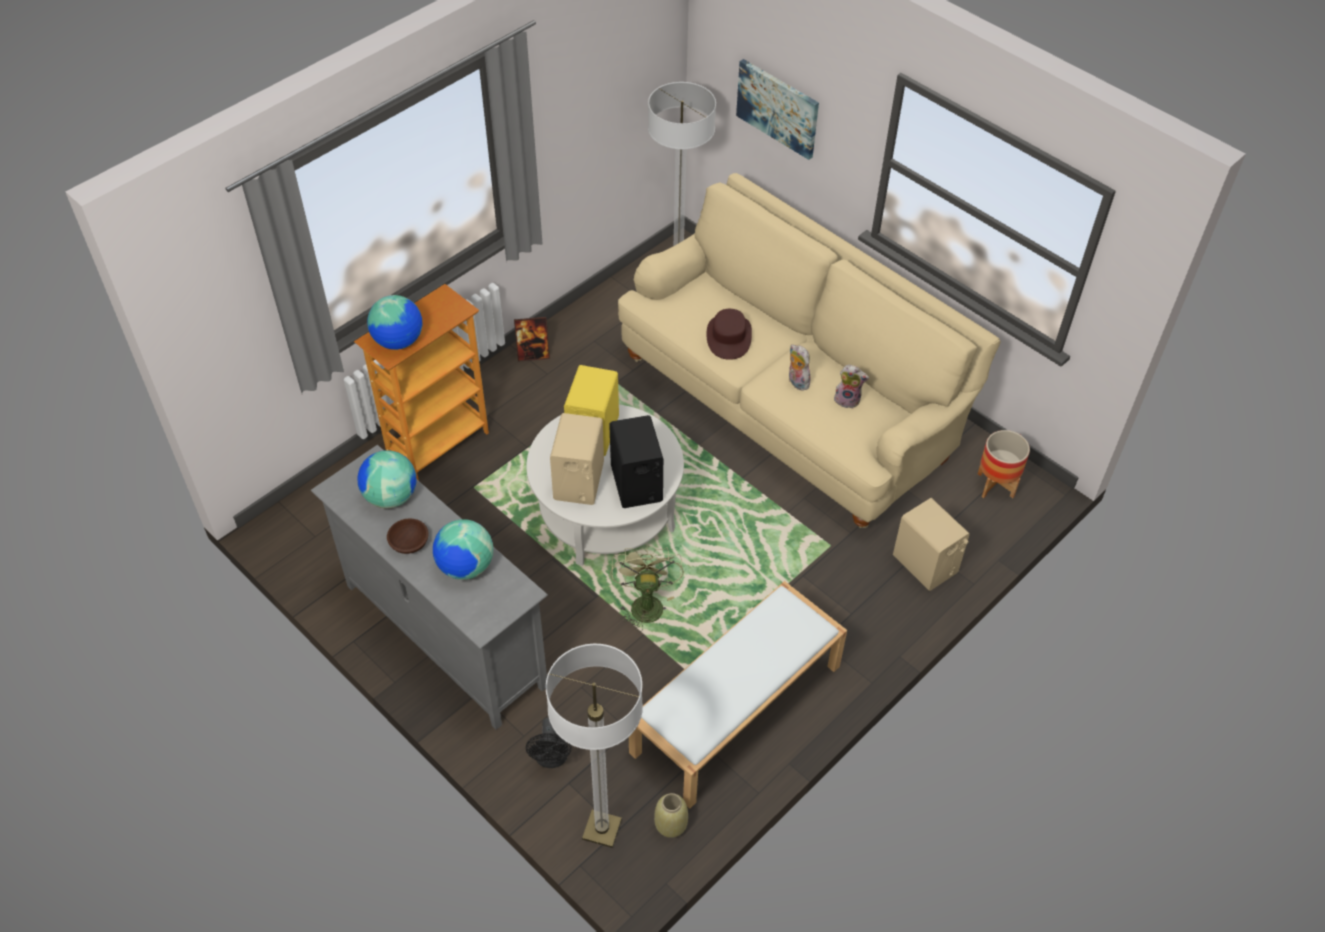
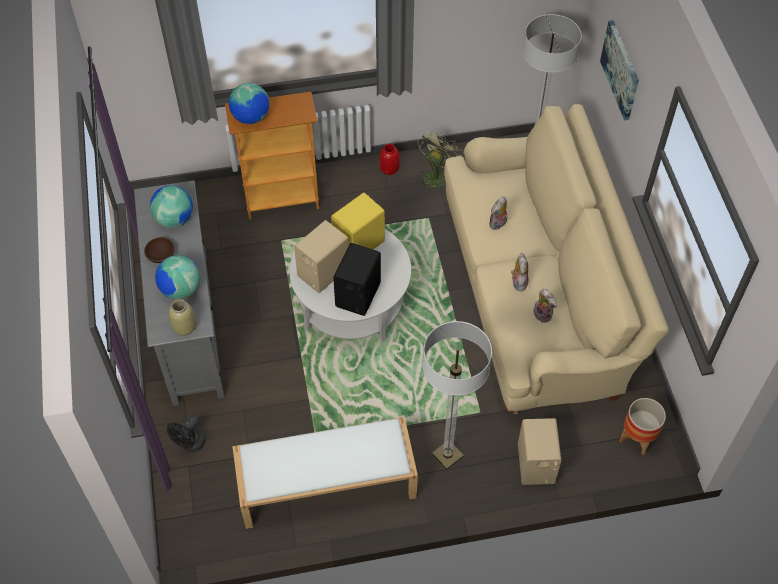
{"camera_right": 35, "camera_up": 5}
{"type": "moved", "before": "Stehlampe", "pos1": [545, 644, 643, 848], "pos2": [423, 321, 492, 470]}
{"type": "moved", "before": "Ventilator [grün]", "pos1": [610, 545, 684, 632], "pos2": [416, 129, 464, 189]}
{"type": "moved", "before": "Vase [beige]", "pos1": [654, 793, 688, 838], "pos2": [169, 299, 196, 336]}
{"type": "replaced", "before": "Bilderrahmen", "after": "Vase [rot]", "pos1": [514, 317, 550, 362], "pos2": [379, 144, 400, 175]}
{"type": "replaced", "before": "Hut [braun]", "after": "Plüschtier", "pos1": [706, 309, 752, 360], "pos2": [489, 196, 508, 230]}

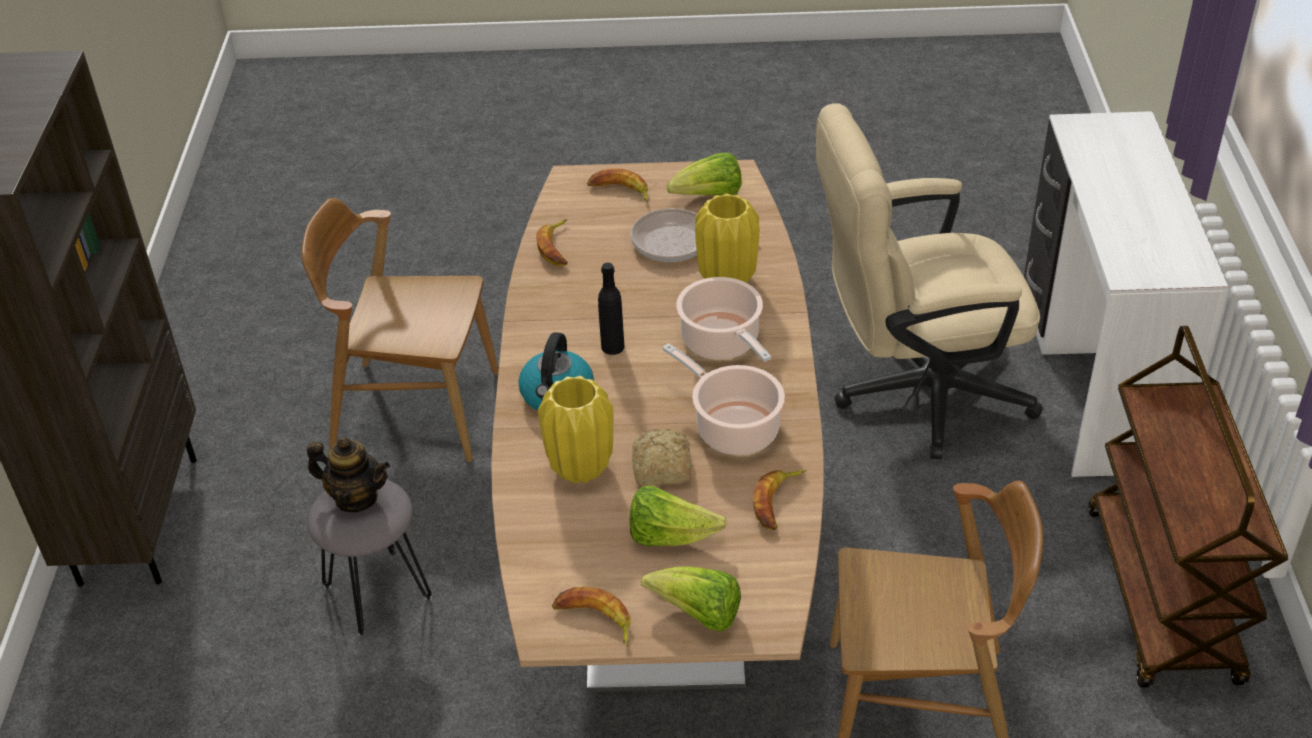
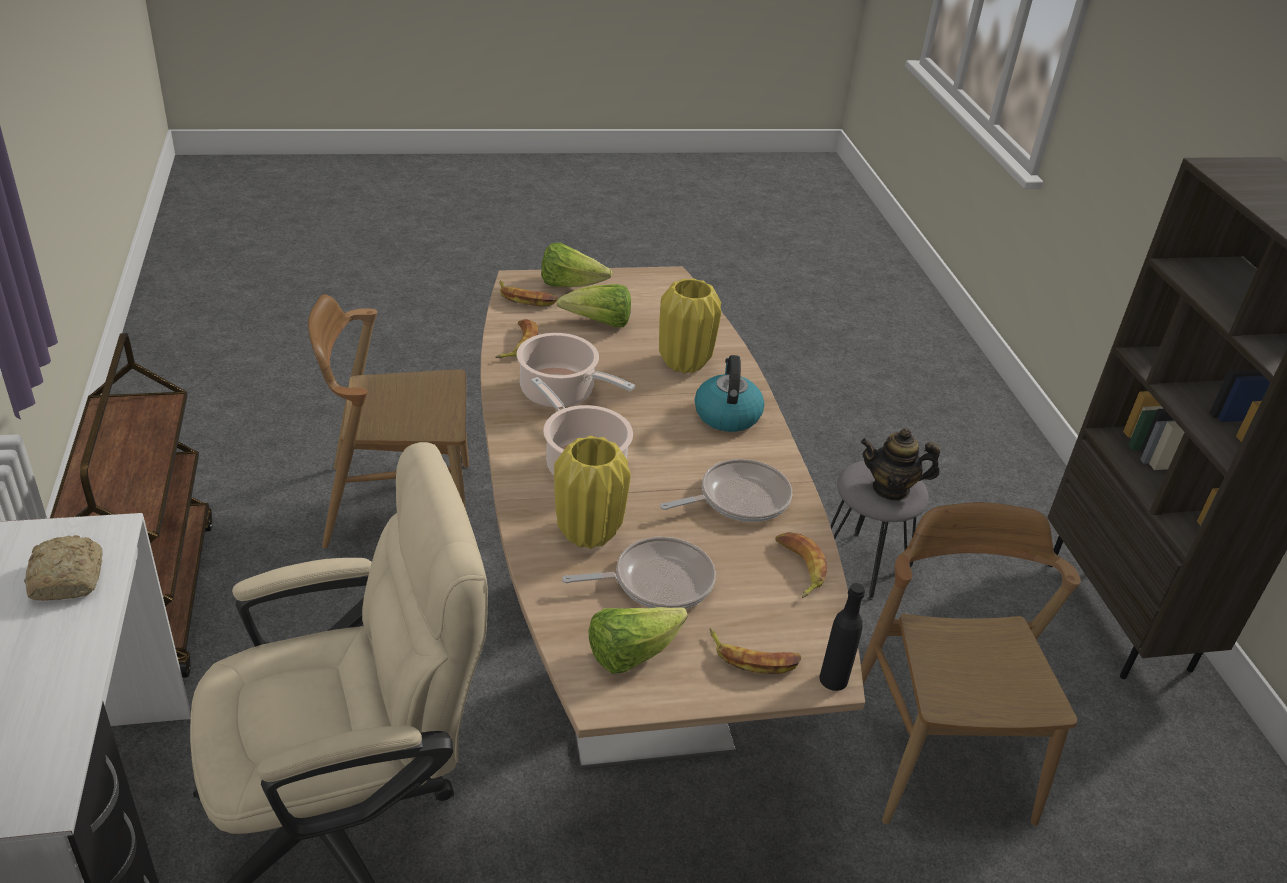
{"camera_right": 165, "camera_up": -5}
{"type": "added", "after": "Pfanne", "pos2": [660, 459, 792, 522]}
{"type": "moved", "before": "Banane", "pos1": [552, 587, 631, 647], "pos2": [499, 280, 558, 306]}
{"type": "moved", "before": "Flasche [schwarz]", "pos1": [598, 263, 625, 355], "pos2": [819, 583, 865, 691]}
{"type": "moved", "before": "Brot", "pos1": [632, 429, 692, 486], "pos2": [24, 535, 103, 601]}
{"type": "turned", "before": "Stuhl [braun]", "pos1": [301, 198, 499, 462], "pos2": [861, 502, 1081, 826], "turn": -90}

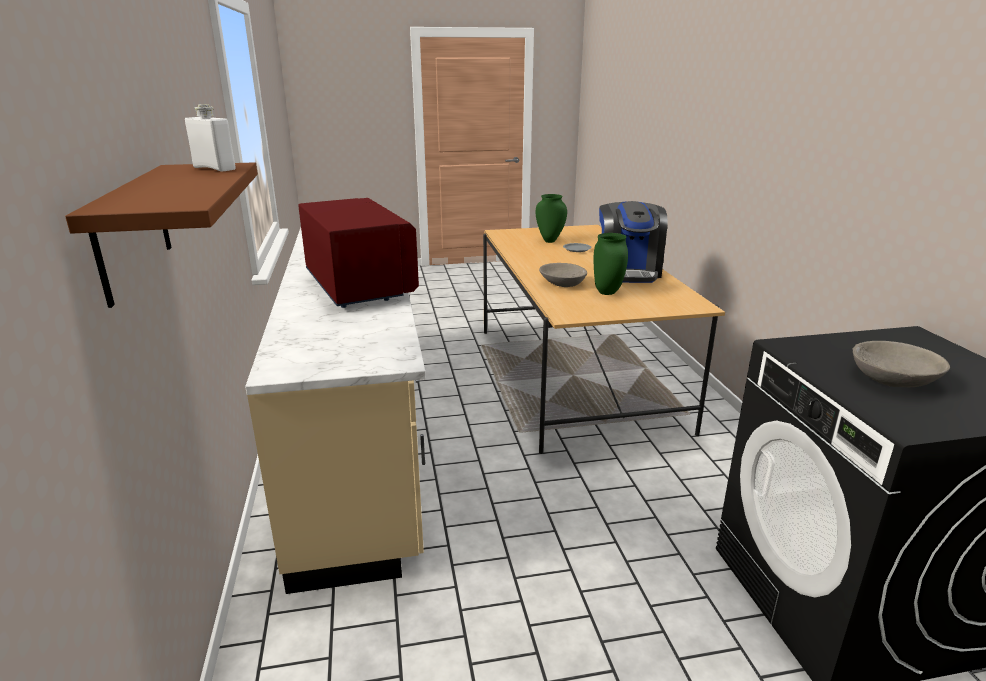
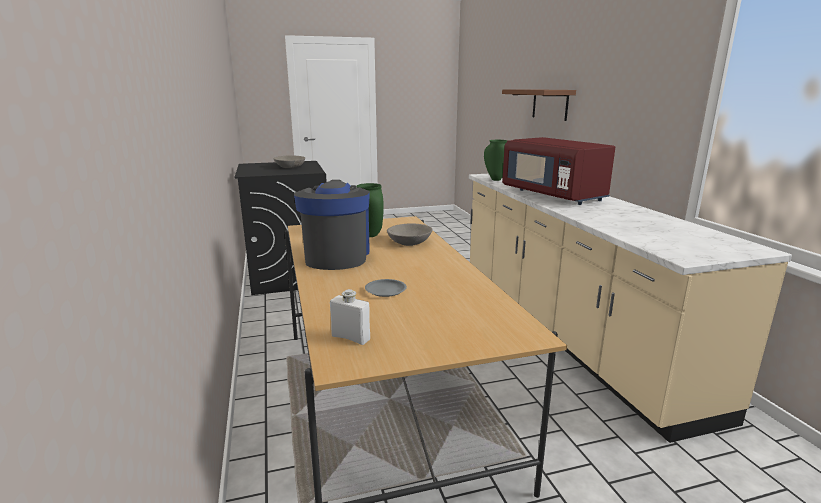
{"camera_right": 175, "camera_up": -5}
{"type": "moved", "before": "Flasche [weiß]", "pos1": [185, 104, 236, 172], "pos2": [330, 289, 370, 345]}
{"type": "moved", "before": "Vase [grün]", "pos1": [536, 194, 567, 243], "pos2": [484, 140, 508, 181]}

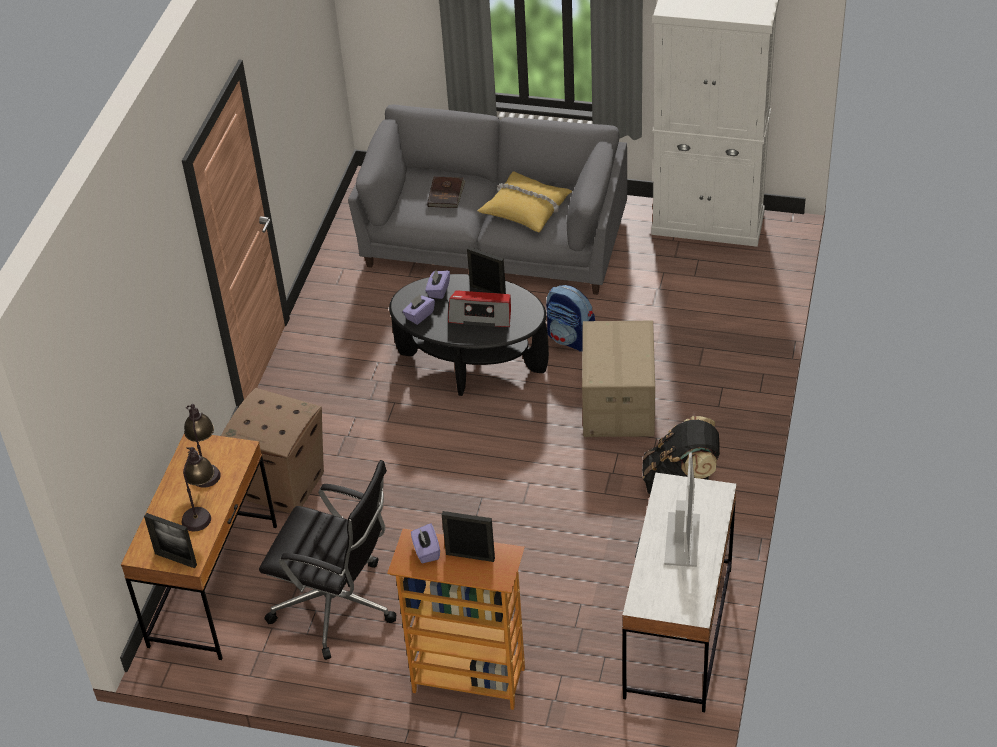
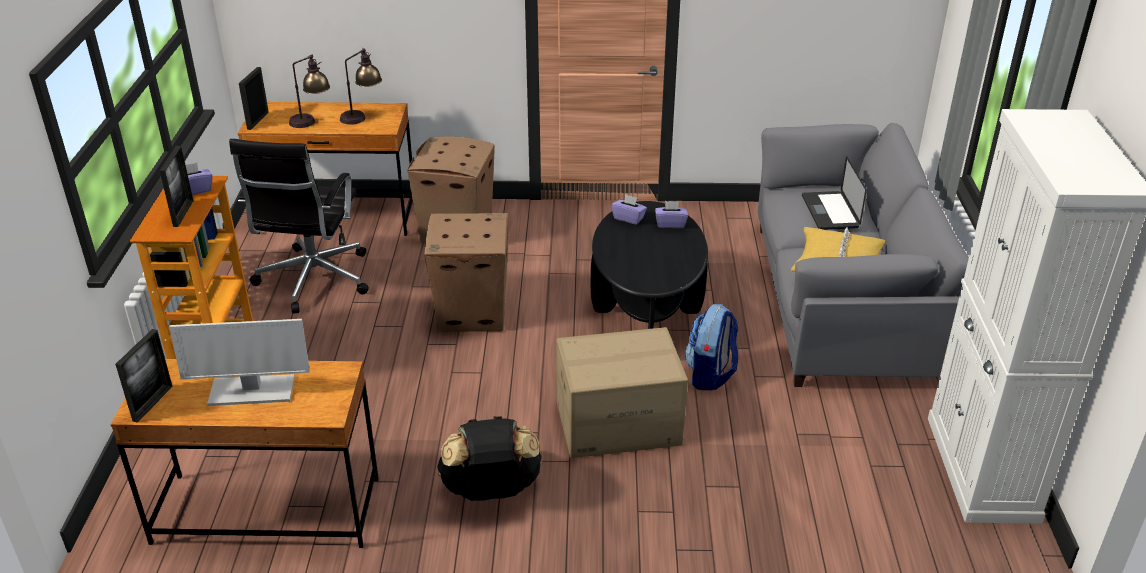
{"camera_right": 75, "camera_up": -10}
{"type": "removed", "before": "Radio", "pos1": [448, 290, 511, 327]}
{"type": "added", "after": "Karton", "pos2": [424, 213, 508, 332]}
{"type": "moved", "before": "Bilderrahmen", "pos1": [467, 247, 506, 294], "pos2": [115, 329, 173, 423]}
{"type": "replaced", "before": "Buch [braun]", "after": "Laptop", "pos1": [427, 177, 466, 208], "pos2": [802, 156, 867, 230]}
{"type": "recoloured", "before": "Schreibtisch [weiß]", "after": "Schreibtisch [braun]", "pos1": [622, 472, 737, 712], "pos2": [111, 359, 379, 548]}

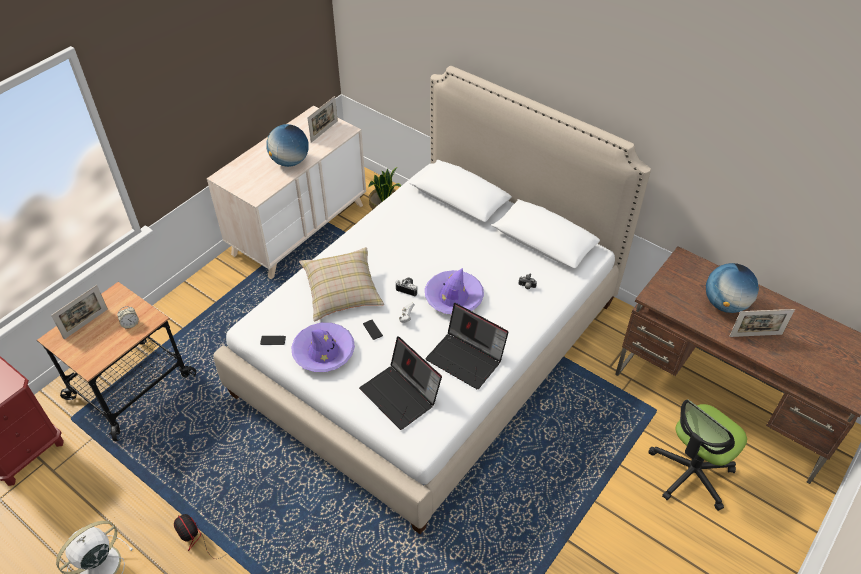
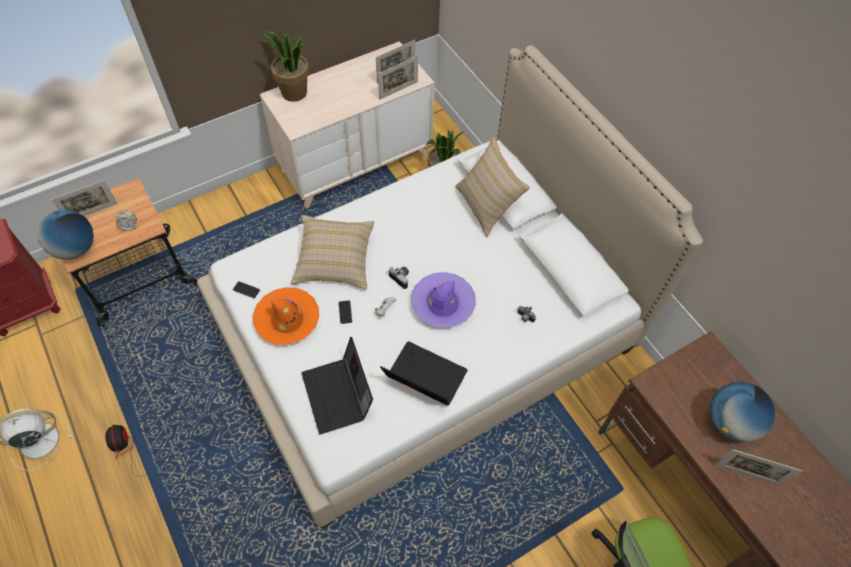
{"camera_right": 20, "camera_up": 10}
{"type": "added", "after": "Topfpflanze", "pos2": [259, 32, 309, 102]}
{"type": "added", "after": "Bilderrahmen", "pos2": [378, 56, 418, 100]}
{"type": "added", "after": "Kissen [beige]", "pos2": [455, 137, 530, 237]}
{"type": "moved", "before": "Globus", "pos1": [266, 124, 309, 167], "pos2": [38, 210, 94, 260]}
{"type": "recoloured", "before": "Hut [lila]", "after": "Hut [orange]", "pos1": [291, 323, 355, 372], "pos2": [253, 287, 319, 345]}
{"type": "turned", "before": "Laptop", "pos1": [426, 303, 508, 389], "pos2": [380, 341, 468, 406], "turn": 150}

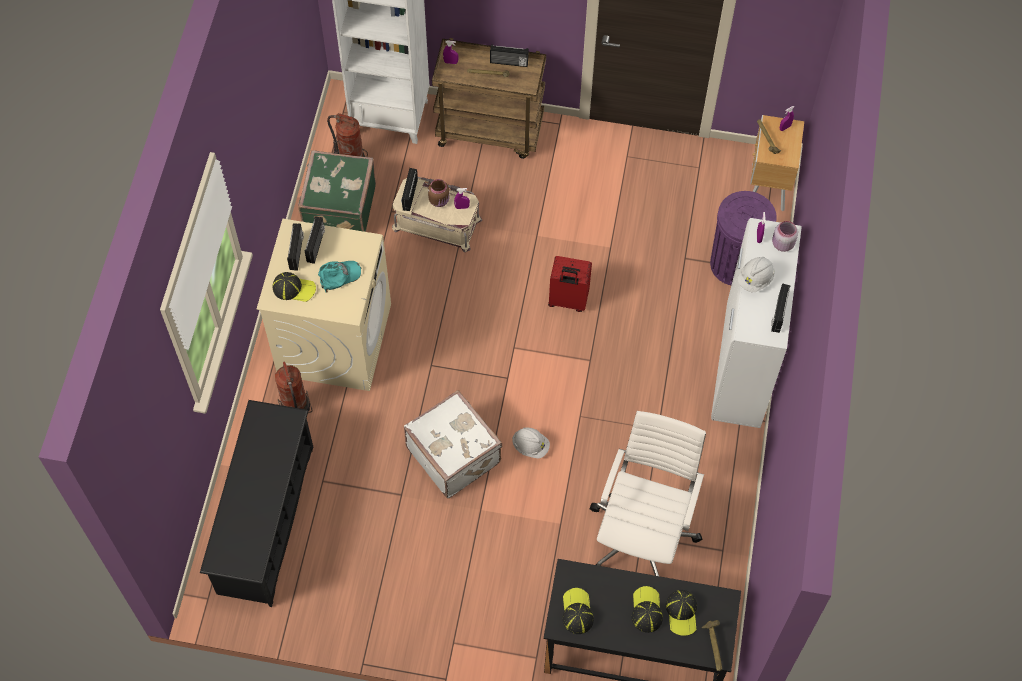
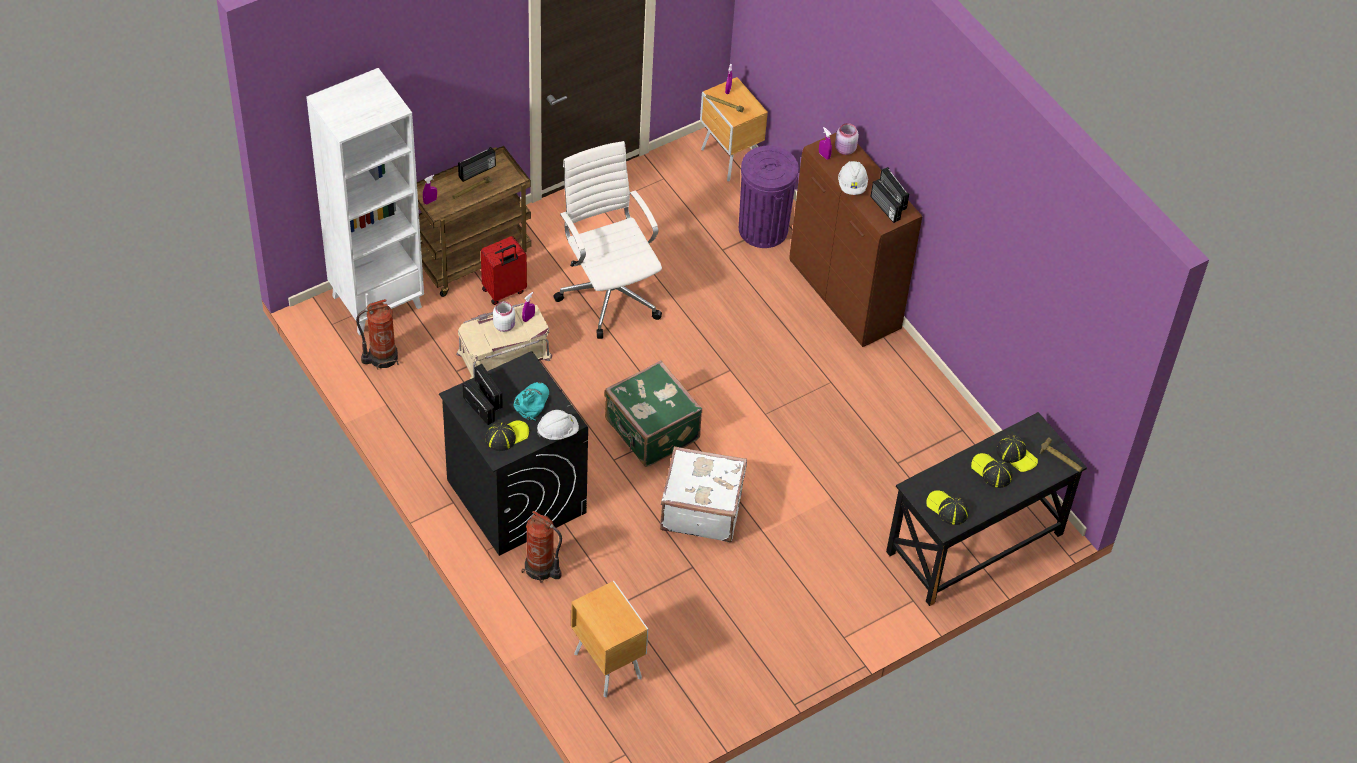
{"camera_right": -45, "camera_up": -10}
{"type": "moved", "before": "Koffer [grün]", "pos1": [298, 150, 376, 232], "pos2": [604, 360, 702, 467]}
{"type": "moved", "before": "Radio", "pos1": [401, 168, 418, 211], "pos2": [871, 179, 903, 223]}
{"type": "moved", "before": "Schutzhelm [weiß]", "pos1": [512, 428, 550, 459], "pos2": [537, 410, 579, 440]}
{"type": "moved", "before": "Koffer [rot]", "pos1": [548, 256, 592, 312], "pos2": [481, 236, 527, 305]}
{"type": "moved", "before": "Bürostuhl [weiß]", "pos1": [590, 411, 706, 576], "pos2": [553, 141, 662, 339]}
{"type": "replaced", "before": "Schuhregal [schwarz]", "after": "Nachttisch [braun]", "pos1": [200, 400, 313, 607], "pos2": [571, 581, 648, 697]}
{"type": "recoloured", "before": "Waschmaschine [beige]", "after": "Waschmaschine [schwarz]", "pos1": [257, 218, 391, 391], "pos2": [439, 351, 588, 556]}
{"type": "recoloured", "before": "Vorratsglas [braun]", "after": "Vorratsglas [weiß]", "pos1": [428, 179, 449, 207], "pos2": [493, 301, 515, 332]}
{"type": "recoloured", "before": "Schrank [weiß]", "after": "Schrank [braun]", "pos1": [711, 218, 802, 428], "pos2": [789, 132, 922, 347]}

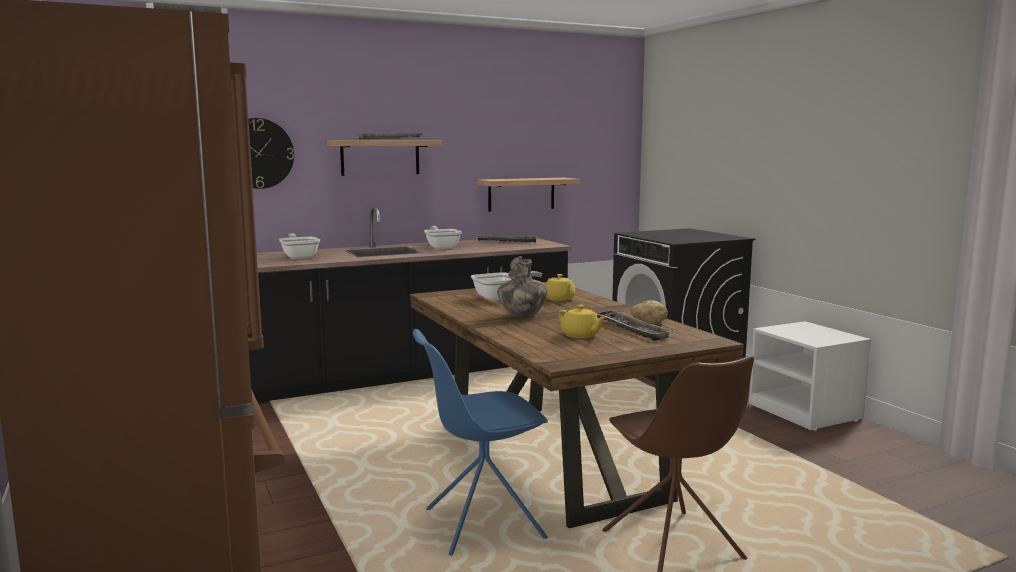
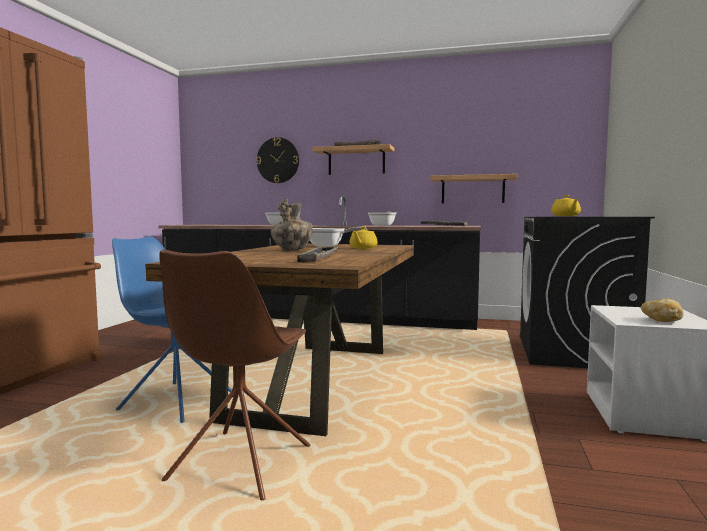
{"camera_right": 40, "camera_up": -5}
{"type": "moved", "before": "Teekanne [gelb]", "pos1": [558, 305, 606, 338], "pos2": [551, 195, 581, 216]}
{"type": "moved", "before": "Brot", "pos1": [630, 300, 668, 323], "pos2": [641, 299, 684, 322]}

